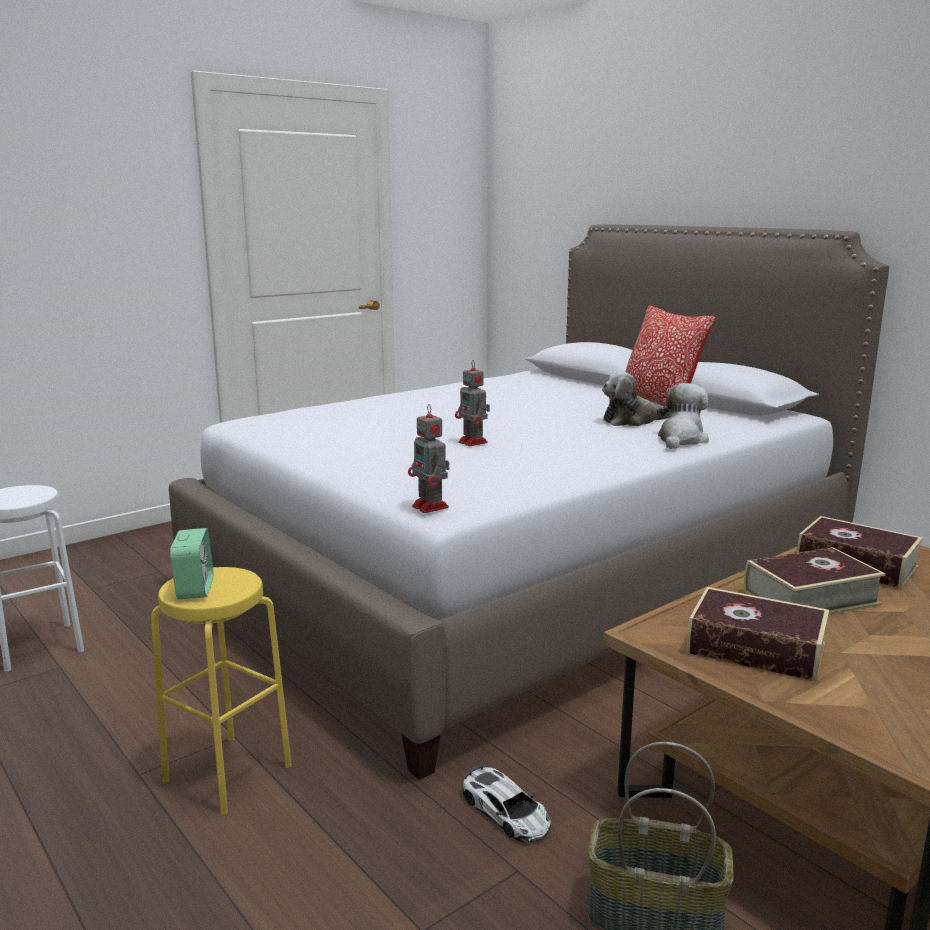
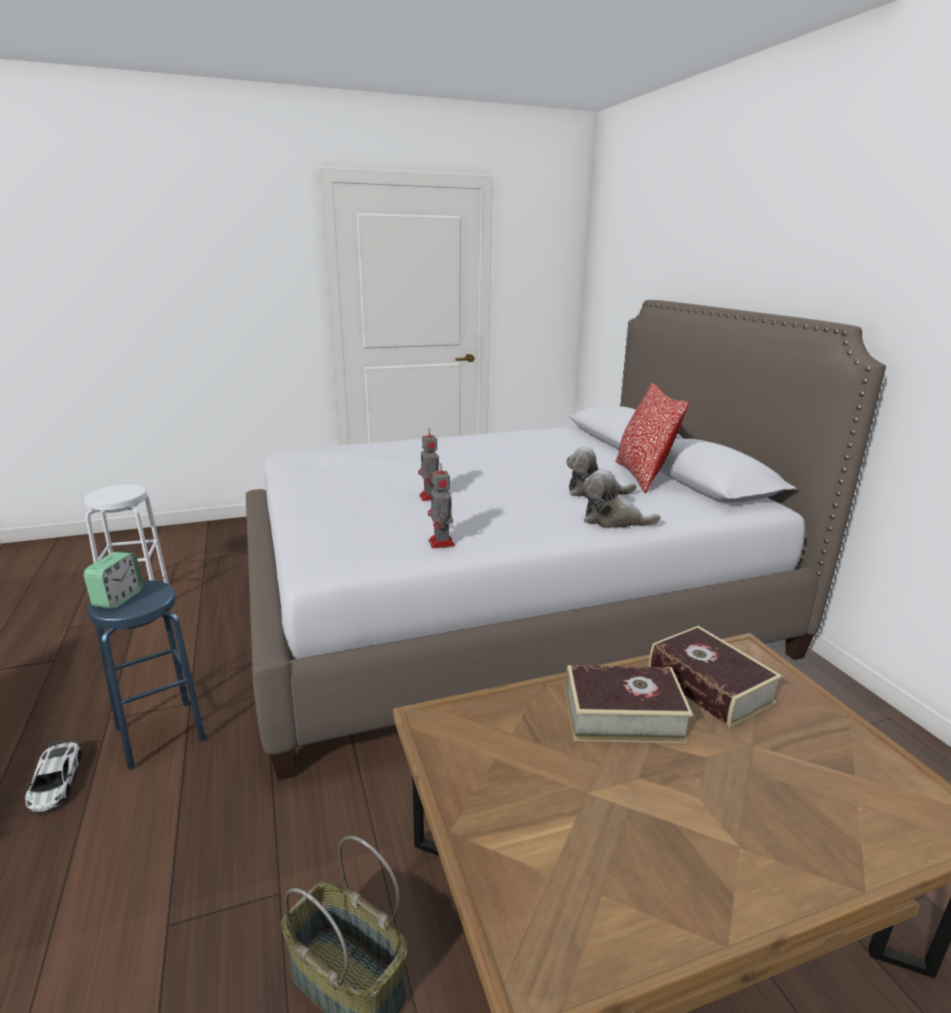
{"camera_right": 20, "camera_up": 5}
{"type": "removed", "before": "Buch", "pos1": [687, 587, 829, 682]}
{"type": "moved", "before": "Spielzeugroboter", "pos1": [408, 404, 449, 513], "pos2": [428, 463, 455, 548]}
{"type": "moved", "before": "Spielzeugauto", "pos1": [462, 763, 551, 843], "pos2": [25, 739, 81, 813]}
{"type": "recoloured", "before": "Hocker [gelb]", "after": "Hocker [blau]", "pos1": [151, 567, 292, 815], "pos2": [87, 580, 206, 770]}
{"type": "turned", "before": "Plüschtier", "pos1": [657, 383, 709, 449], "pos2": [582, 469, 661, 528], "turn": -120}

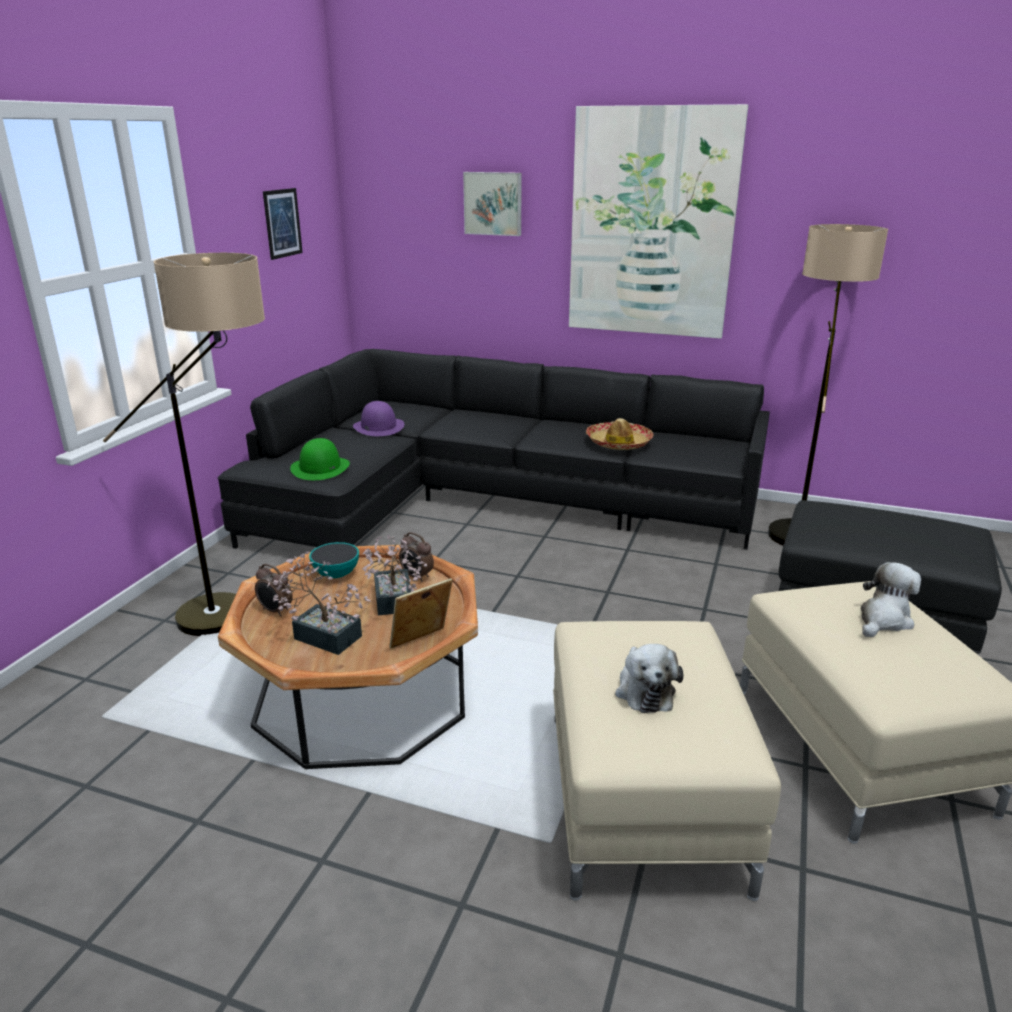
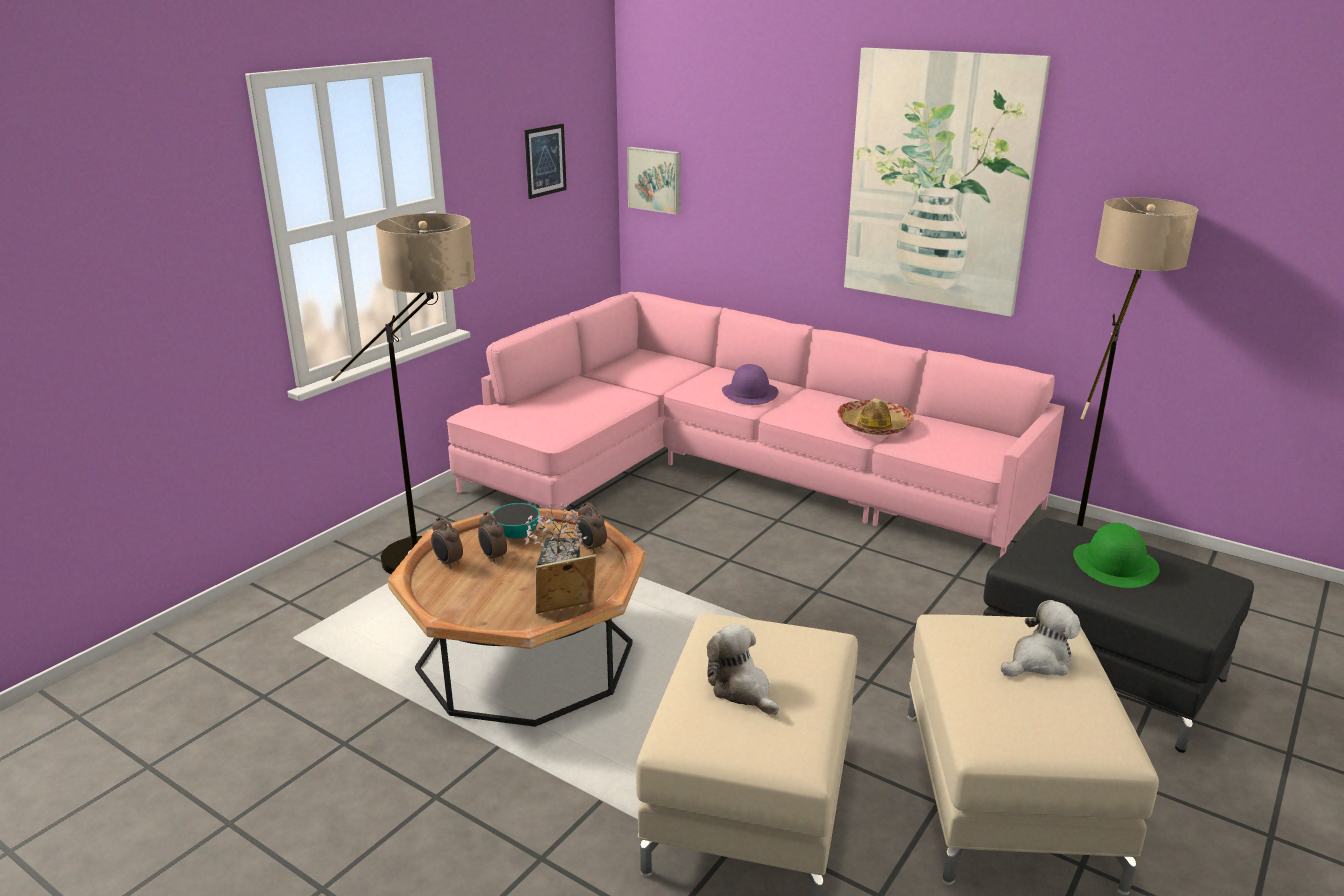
{"camera_right": 15, "camera_up": 0}
{"type": "removed", "before": "Topfpflanze", "pos1": [267, 551, 371, 655]}
{"type": "added", "after": "Wecker", "pos2": [478, 511, 507, 563]}
{"type": "moved", "before": "Hut [grün]", "pos1": [290, 438, 350, 480], "pos2": [1073, 523, 1160, 588]}
{"type": "moved", "before": "Hut [lila]", "pos1": [353, 401, 404, 436], "pos2": [722, 364, 778, 405]}
{"type": "moved", "before": "Bild", "pos1": [463, 172, 522, 236], "pos2": [627, 147, 680, 214]}
{"type": "recoloured", "before": "Sofa [schwarz]", "after": "Sofa [rosa]", "pos1": [218, 349, 770, 550], "pos2": [446, 292, 1065, 559]}
{"type": "turned", "before": "Plüschtier", "pos1": [615, 644, 683, 713], "pos2": [707, 624, 779, 715], "turn": 135}

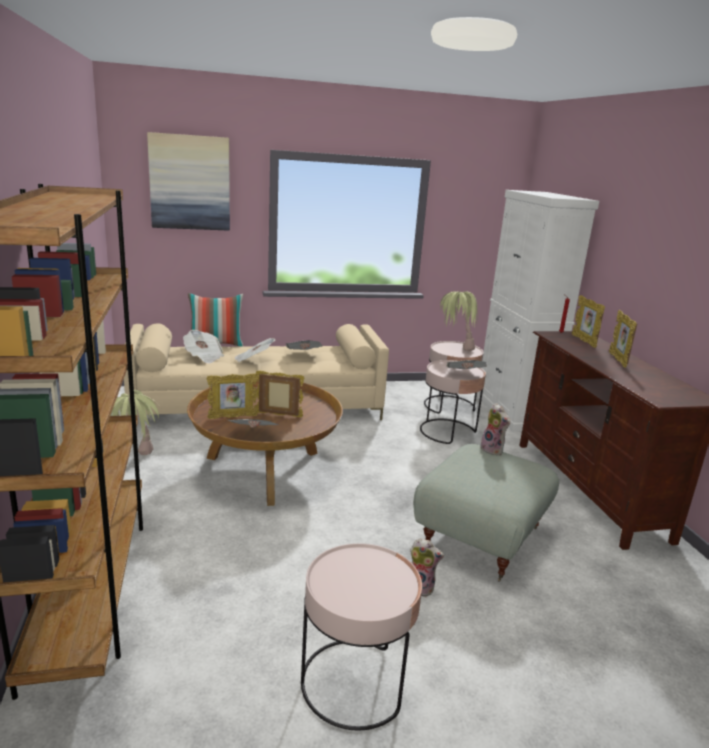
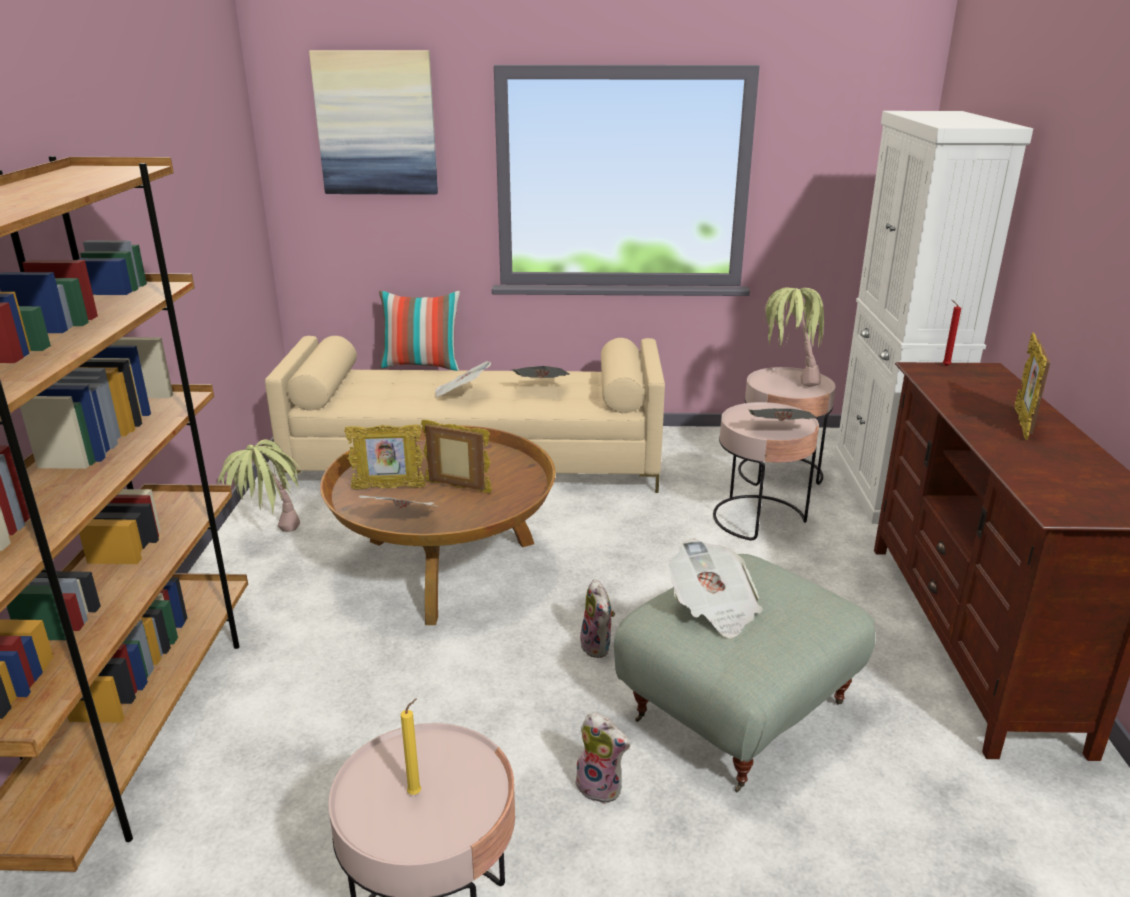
{"camera_right": 15, "camera_up": 5}
{"type": "removed", "before": "Bilderrahmen", "pos1": [572, 295, 605, 348]}
{"type": "added", "after": "Kerze [gelb]", "pos2": [401, 698, 421, 795]}
{"type": "moved", "before": "Zeitung", "pos1": [183, 330, 224, 364], "pos2": [668, 539, 763, 638]}
{"type": "moved", "before": "Plüschtier", "pos1": [481, 403, 511, 455], "pos2": [580, 579, 615, 658]}

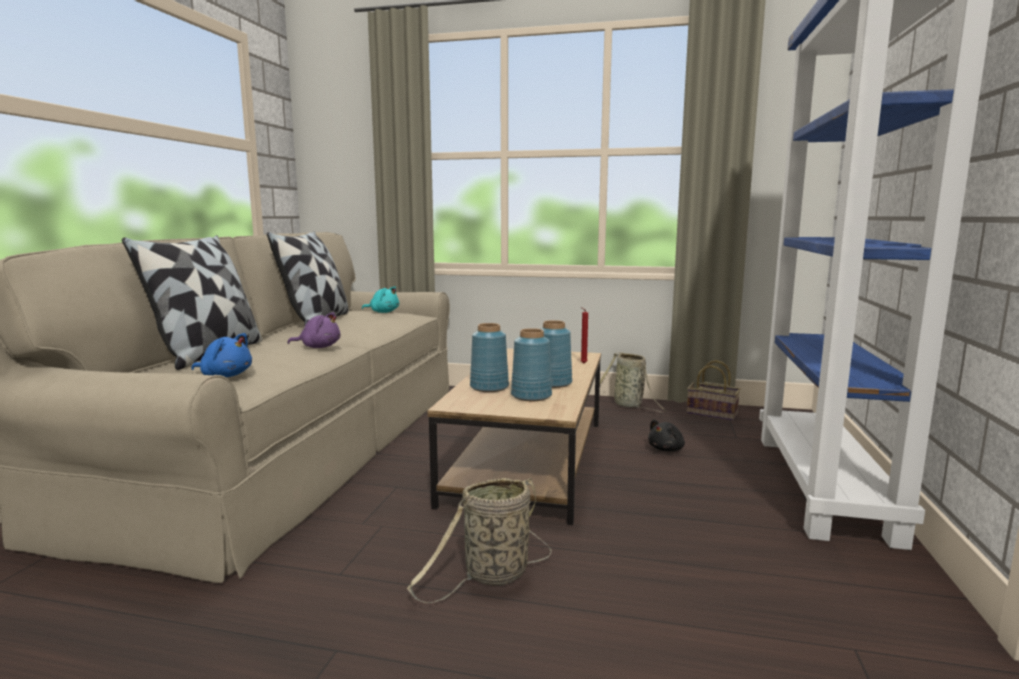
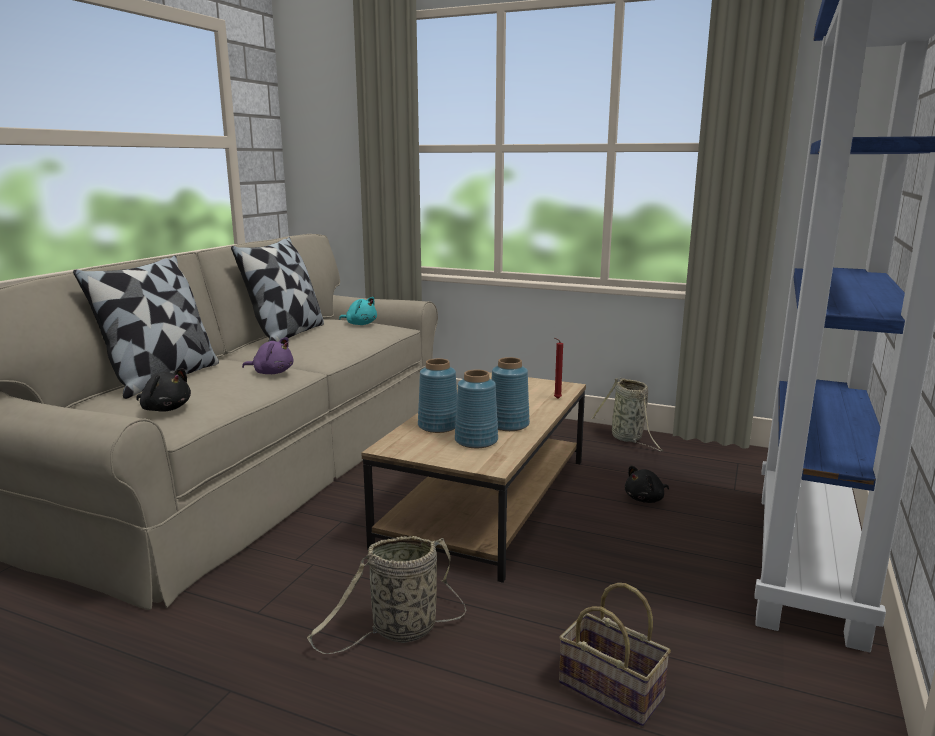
{"camera_right": 10, "camera_up": 5}
{"type": "moved", "before": "Korb", "pos1": [687, 360, 741, 421], "pos2": [559, 583, 671, 726]}
{"type": "recoloured", "before": "Plüschtier [blau]", "after": "Plüschtier [schwarz]", "pos1": [191, 333, 252, 377], "pos2": [136, 368, 191, 412]}

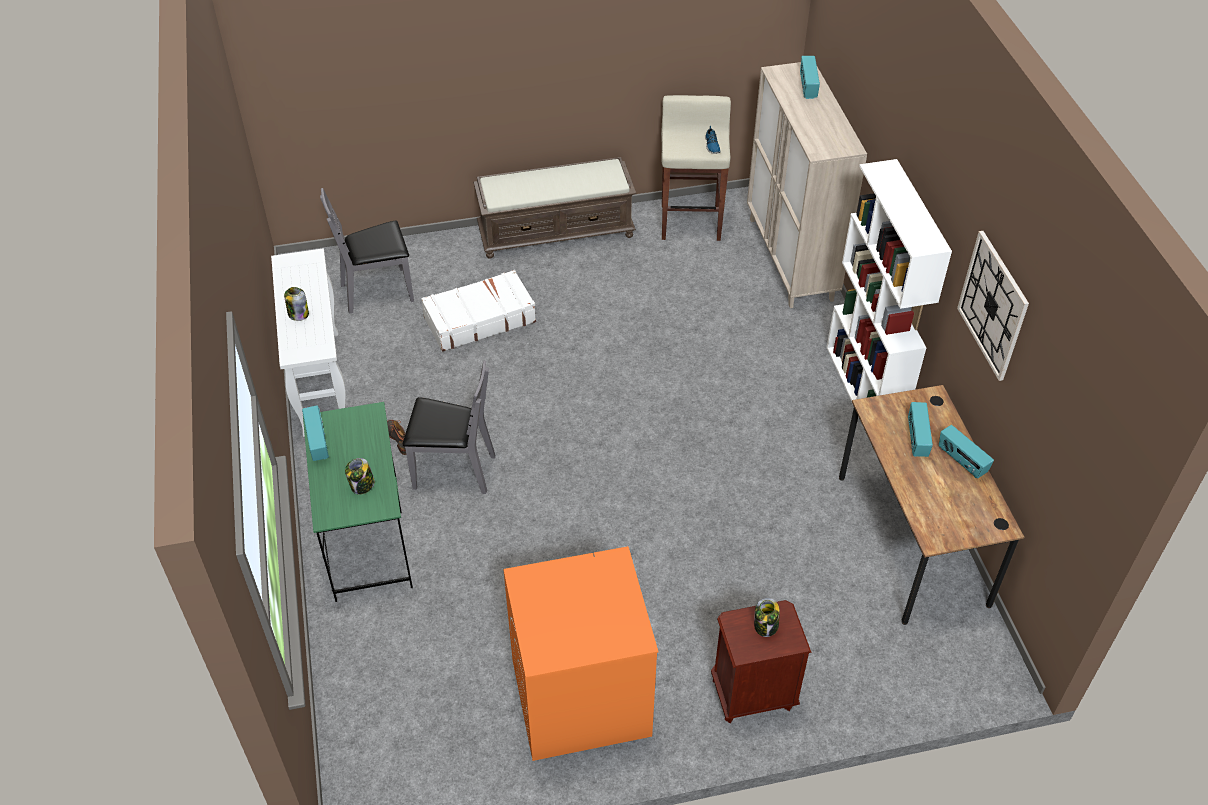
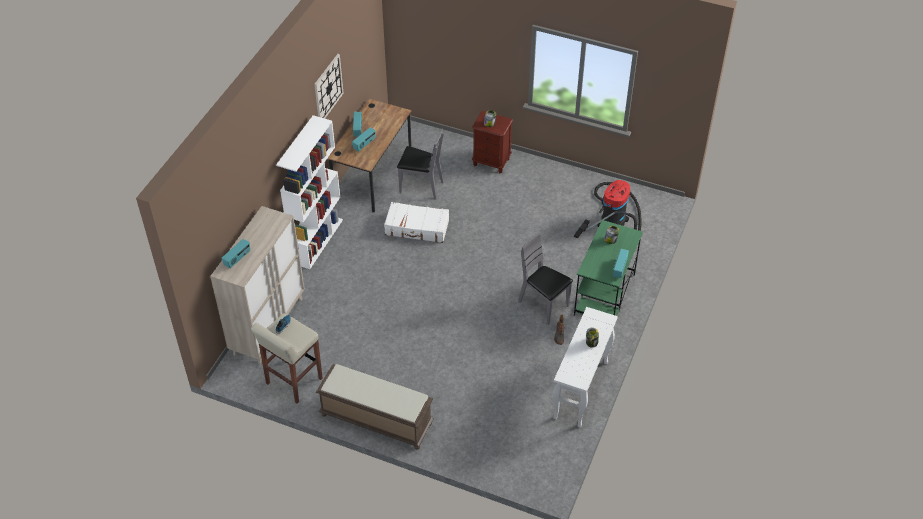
{"camera_right": -145, "camera_up": 0}
{"type": "removed", "before": "Waschmaschine [orange]", "pos1": [503, 546, 658, 761]}
{"type": "added", "after": "Staubsauger", "pos2": [574, 180, 642, 238]}
{"type": "moved", "before": "Stuhl [grau]", "pos1": [320, 188, 414, 314], "pos2": [397, 129, 444, 200]}
{"type": "moved", "before": "Koffer [weiß]", "pos1": [421, 270, 536, 352], "pos2": [384, 202, 449, 243]}

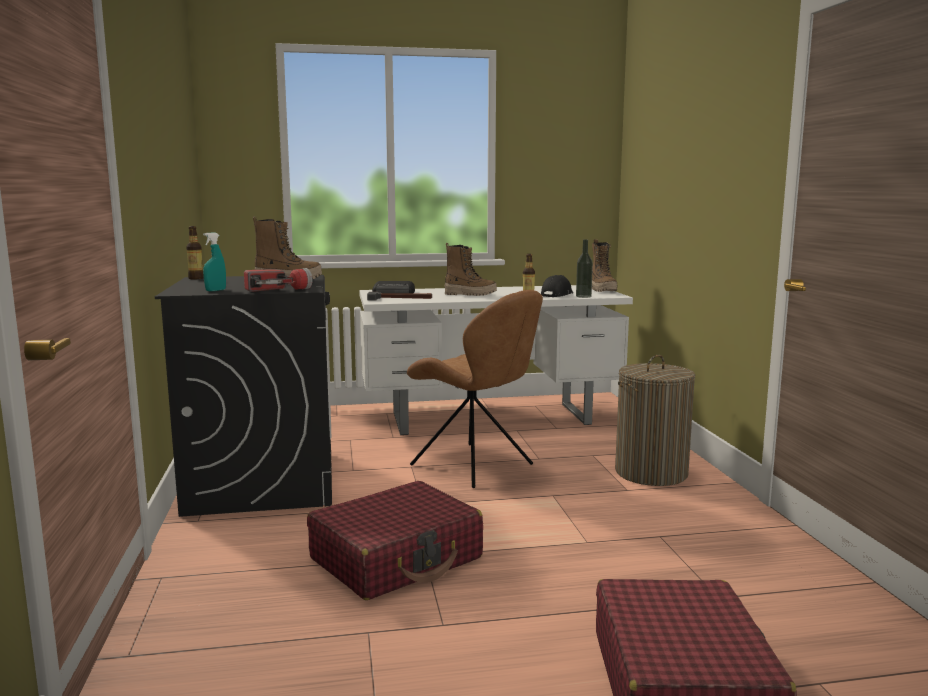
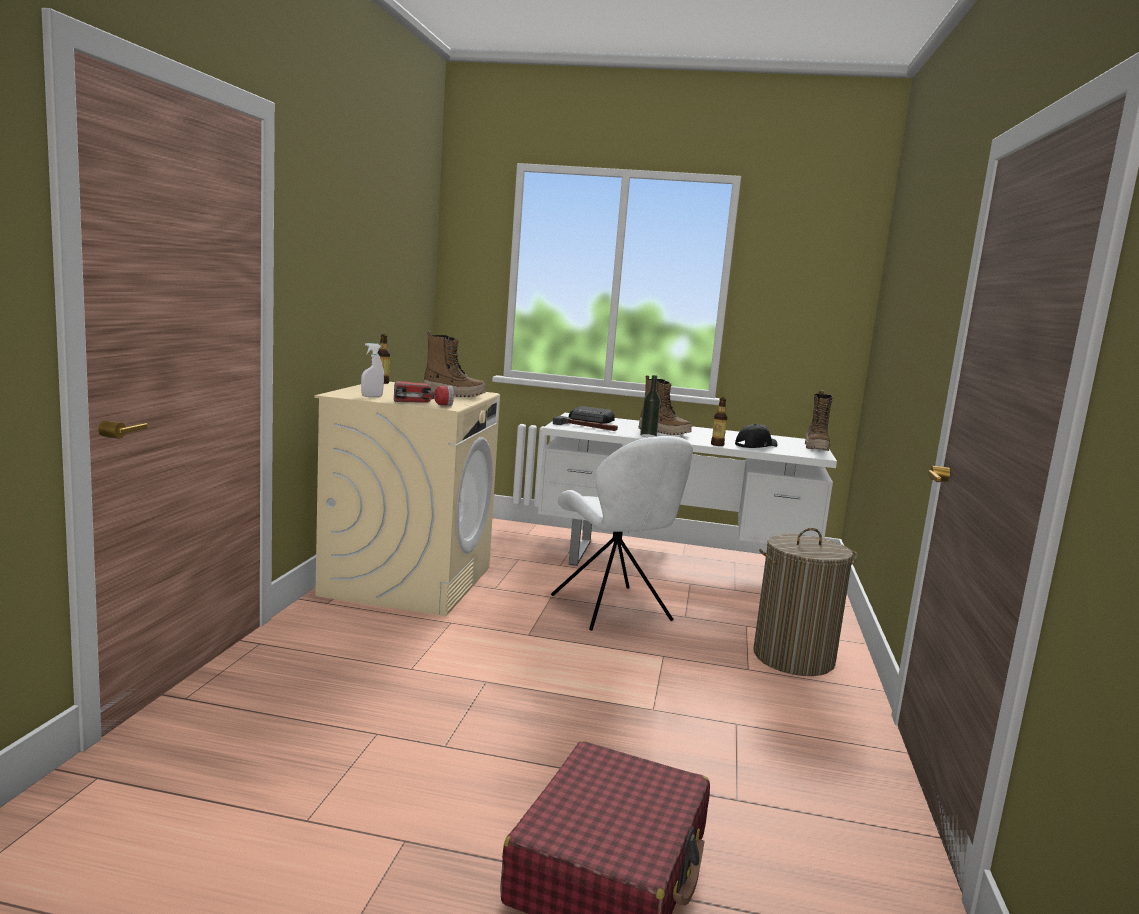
{"camera_right": 20, "camera_up": 0}
{"type": "removed", "before": "Koffer [rot]", "pos1": [307, 481, 483, 600]}
{"type": "moved", "before": "Flasche", "pos1": [576, 239, 593, 298], "pos2": [640, 375, 661, 437]}
{"type": "recoloured", "before": "Waschmaschine [schwarz]", "after": "Waschmaschine [beige]", "pos1": [155, 275, 332, 517], "pos2": [314, 382, 500, 616]}
{"type": "recoloured", "before": "Sprühflasche [türkis]", "after": "Sprühflasche [weiß]", "pos1": [203, 233, 226, 291], "pos2": [361, 343, 384, 397]}
{"type": "recoloured", "before": "Stuhl [braun]", "after": "Stuhl [weiß]", "pos1": [407, 290, 543, 488], "pos2": [551, 436, 693, 631]}

